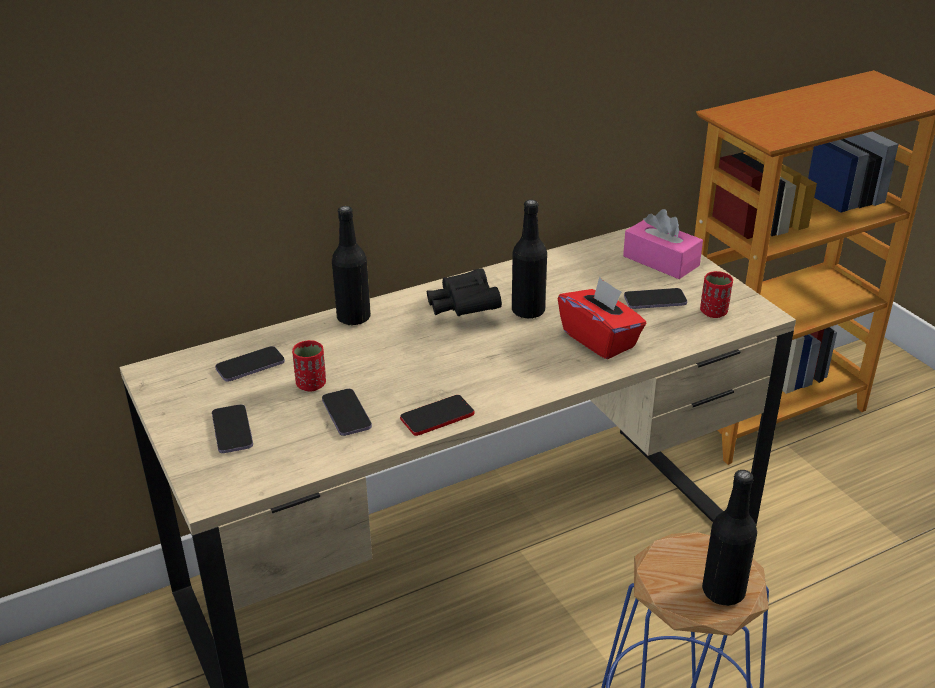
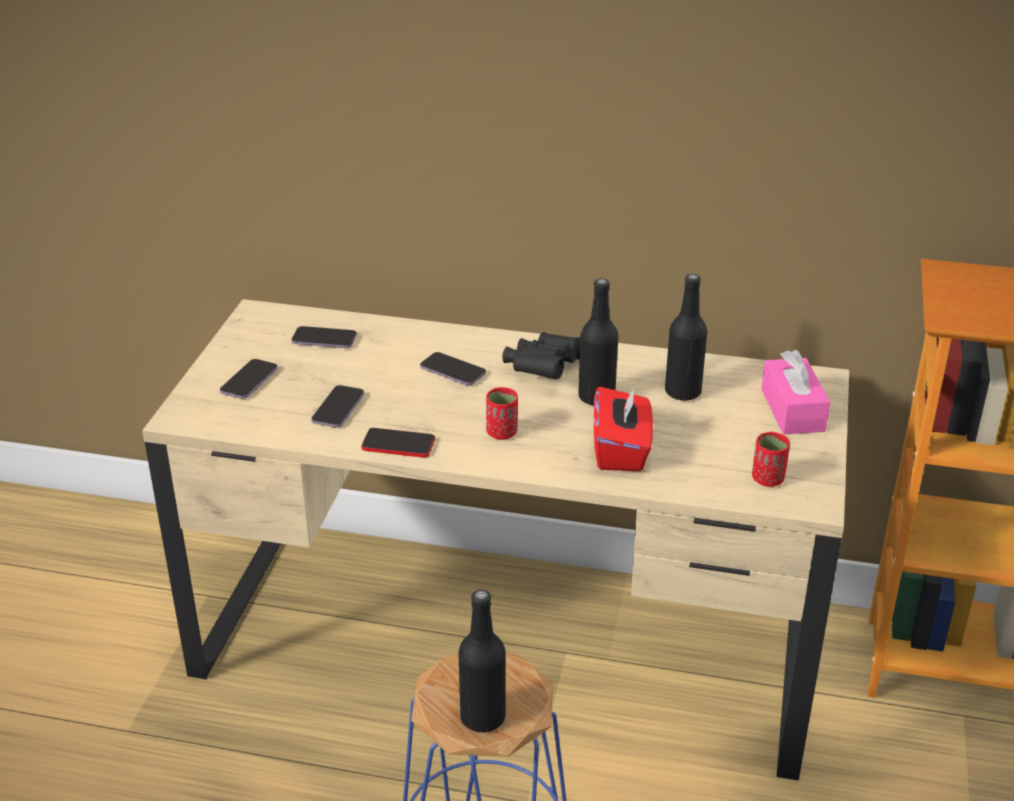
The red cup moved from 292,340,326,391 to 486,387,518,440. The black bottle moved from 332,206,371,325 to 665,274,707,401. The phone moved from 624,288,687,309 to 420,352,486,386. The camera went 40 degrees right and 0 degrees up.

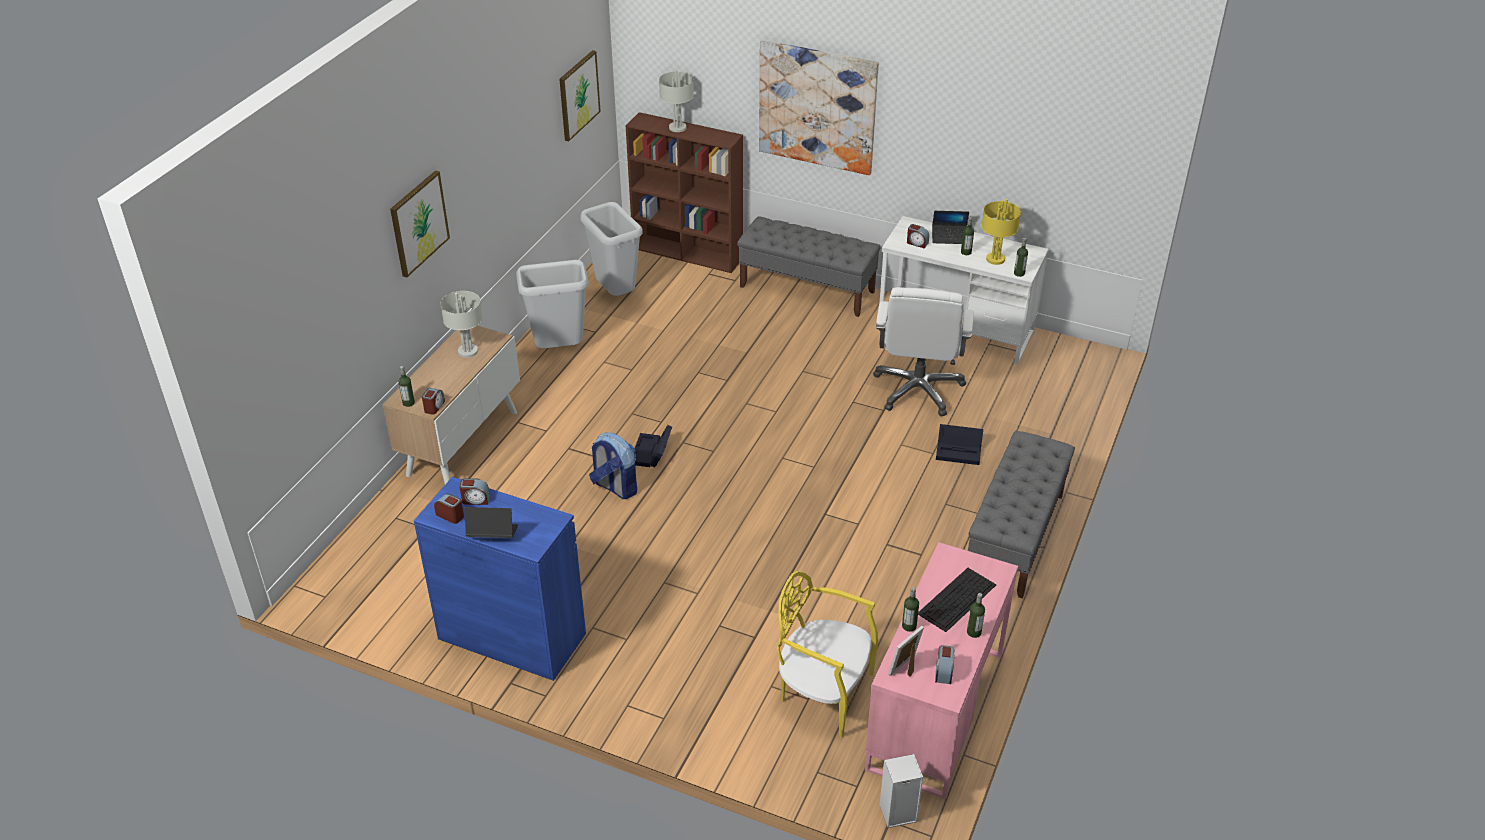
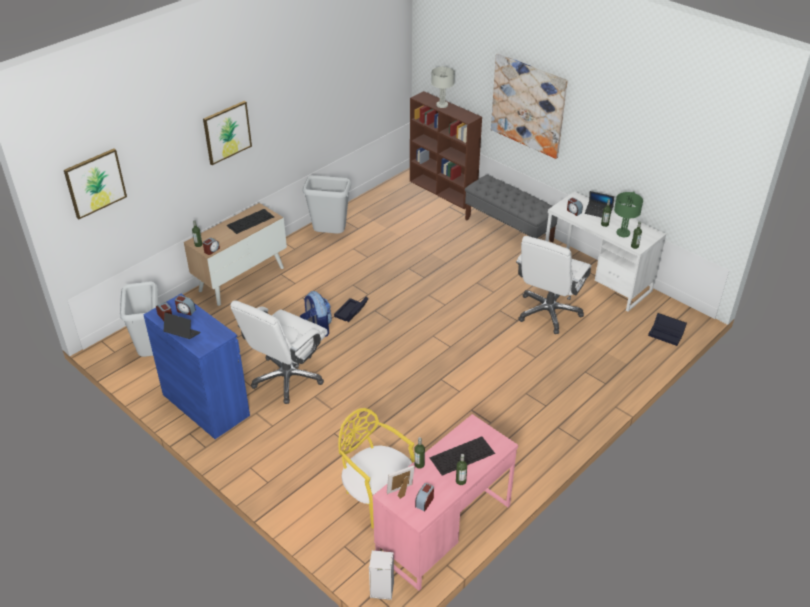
The grey table lamp at 440,291,483,358 was replaced by the keyboard at 226,209,274,234. The picture moved from 559,50,601,141 to 64,149,127,219. The grey trash can moved from 580,202,643,296 to 120,282,158,357. The black storage box moved from 936,424,983,465 to 648,313,687,346. The grey bench at 968,431,1075,598 disappeared. The yellow table lamp at 982,199,1021,265 became the green table lamp at 614,191,643,237. The white office chair at 230,300,328,404 appeared. The camera went 20 degrees right and 0 degrees up.

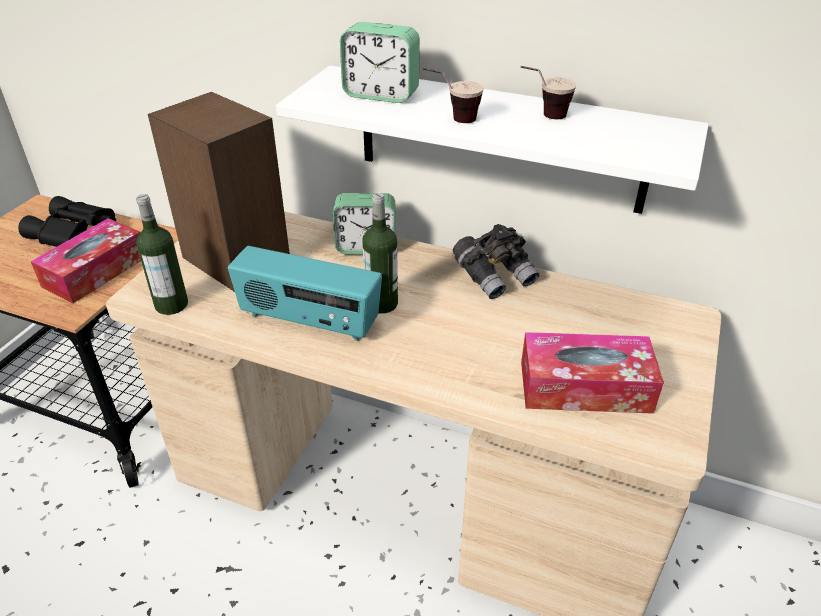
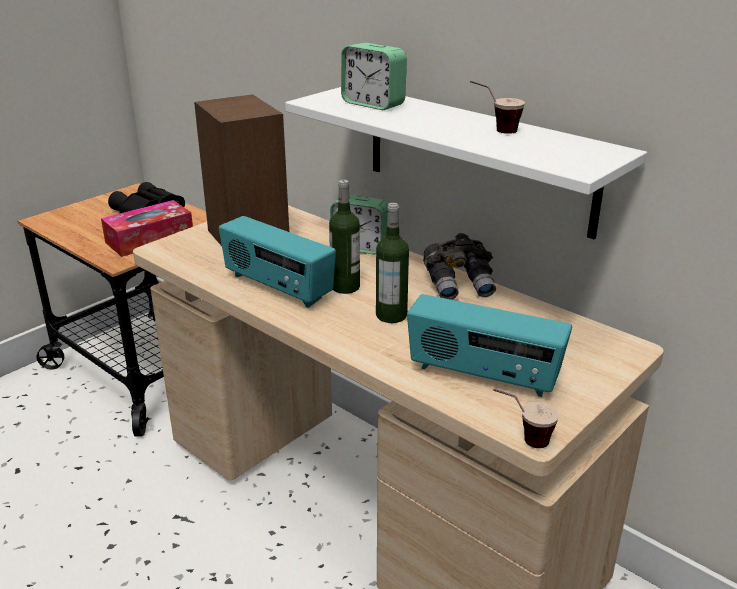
The bottle moved from 136,194,188,315 to 376,203,409,323. The cup moved from 422,68,484,123 to 493,389,559,448. The tissue box at 521,332,664,414 was replaced by the radio at 407,294,572,397. The camera went 20 degrees right and 10 degrees down.

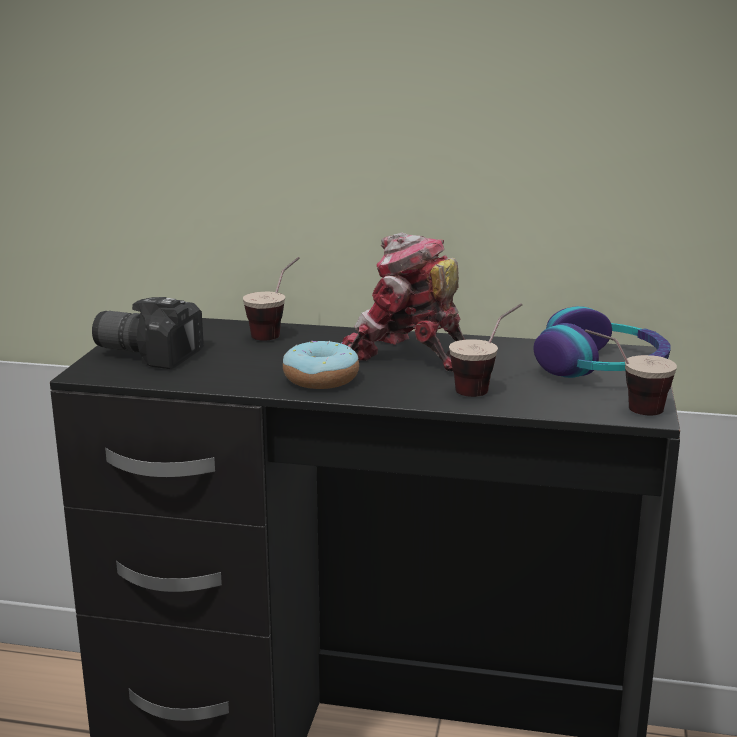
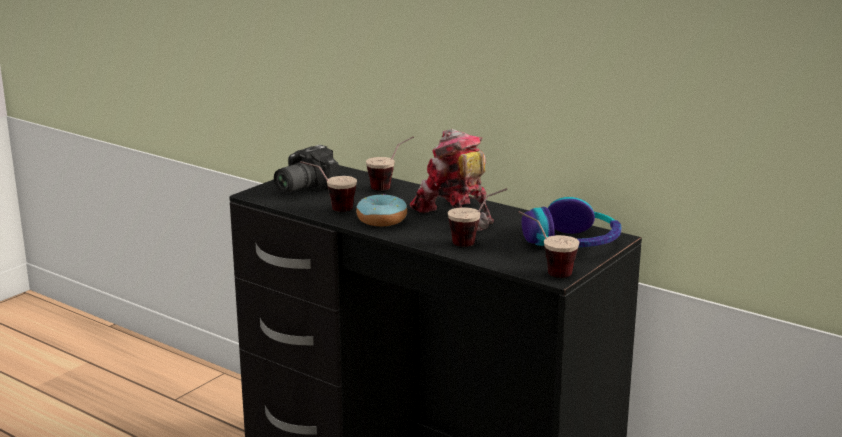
The photo camera at 92,297,204,369 turned 90 degrees counterclockwise. The cup at 300,161,357,212 appeared. The camera went 25 degrees right and 0 degrees up.

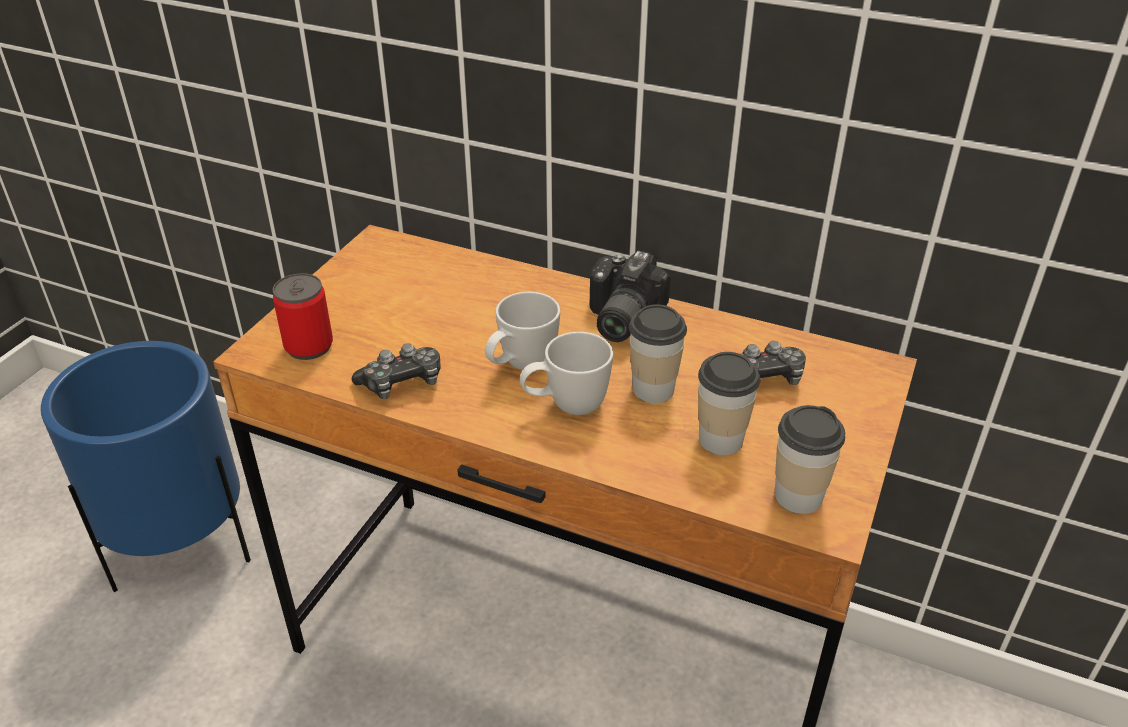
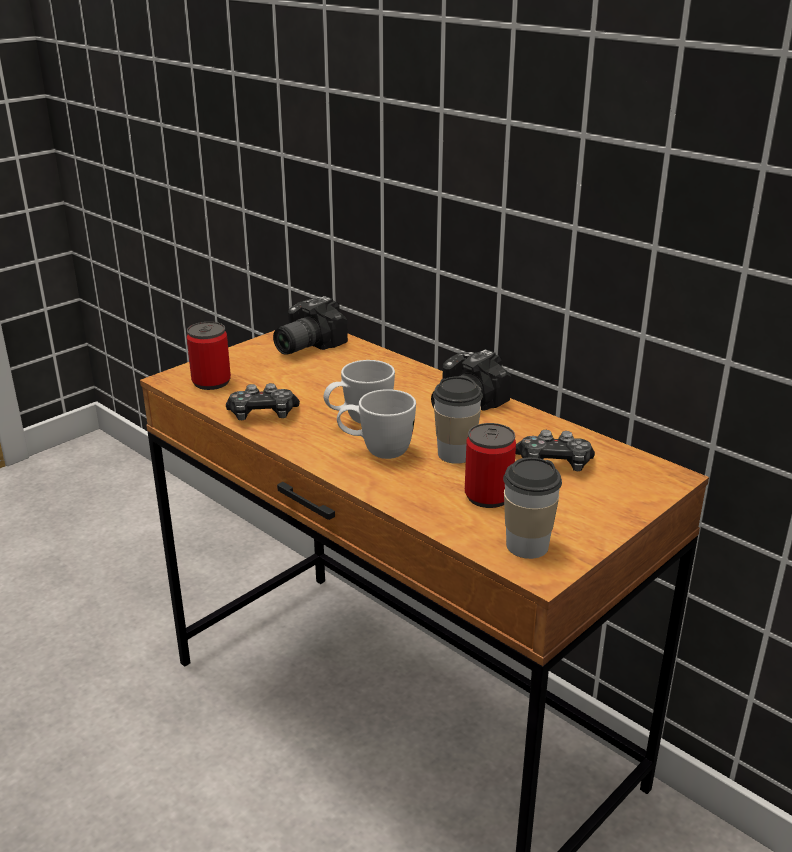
The blue planter at 41,341,251,592 disappeared. The cup at 698,352,760,455 was replaced by the can at 465,423,516,508. The photo camera at 273,296,348,354 appeared. The camera went 20 degrees right and 10 degrees down.

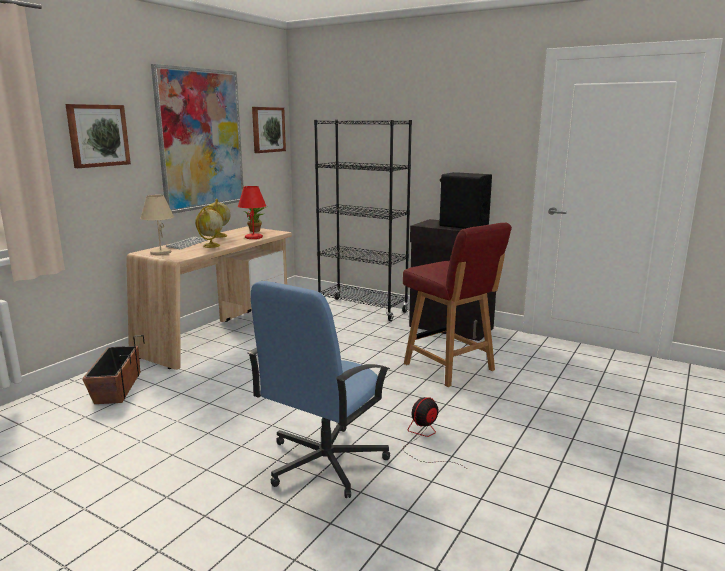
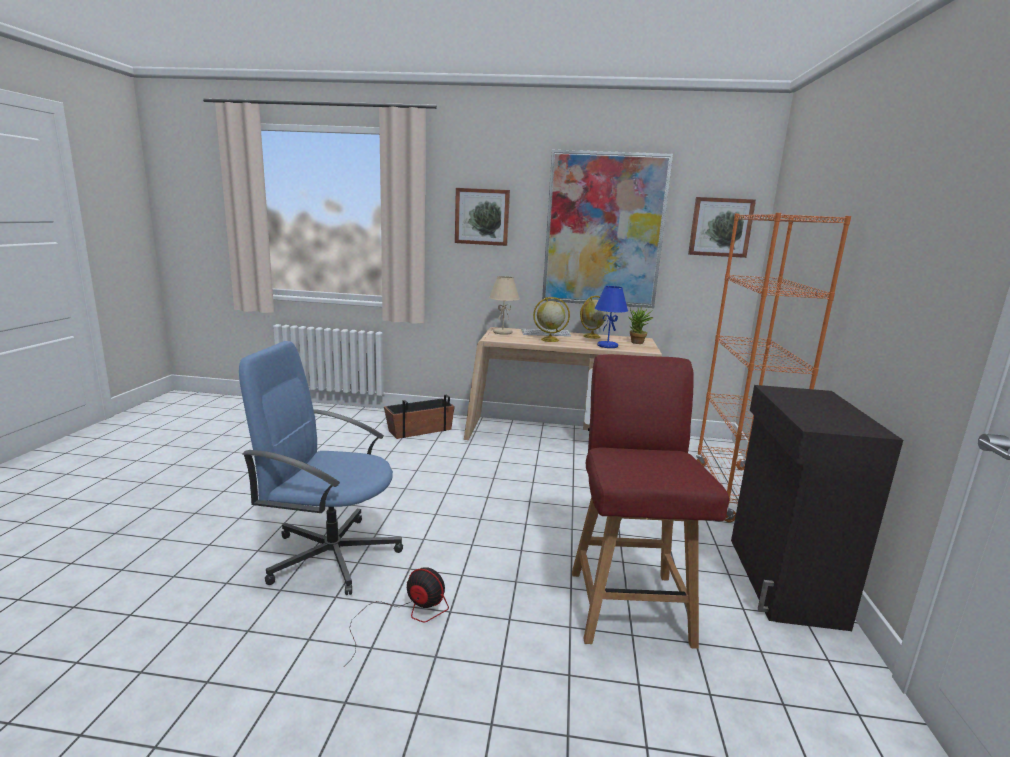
The red table lamp at 238,186,266,239 became the blue table lamp at 595,286,628,348. The black bookcase at 314,120,412,321 became the orange bookcase at 696,213,851,522. The red chair at 403,223,512,387 turned 150 degrees clockwise. The black speaker at 439,172,492,229 disappeared. The camera went 65 degrees right and 0 degrees up.

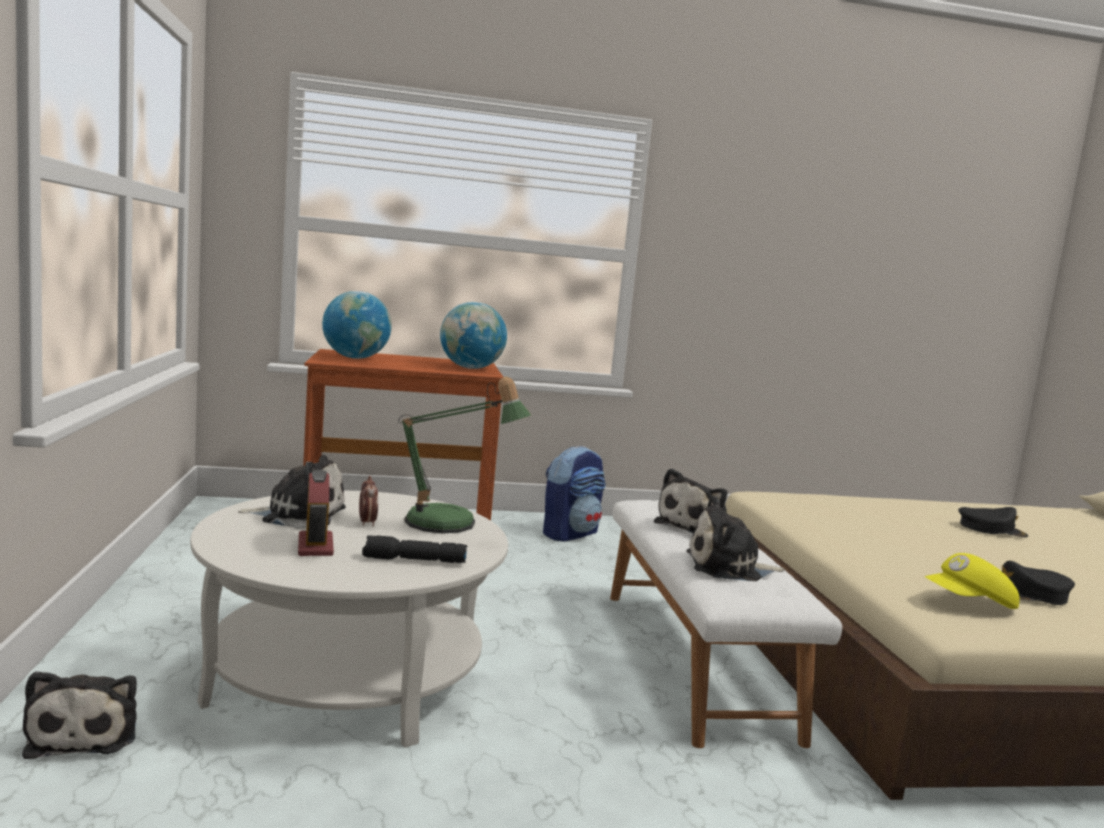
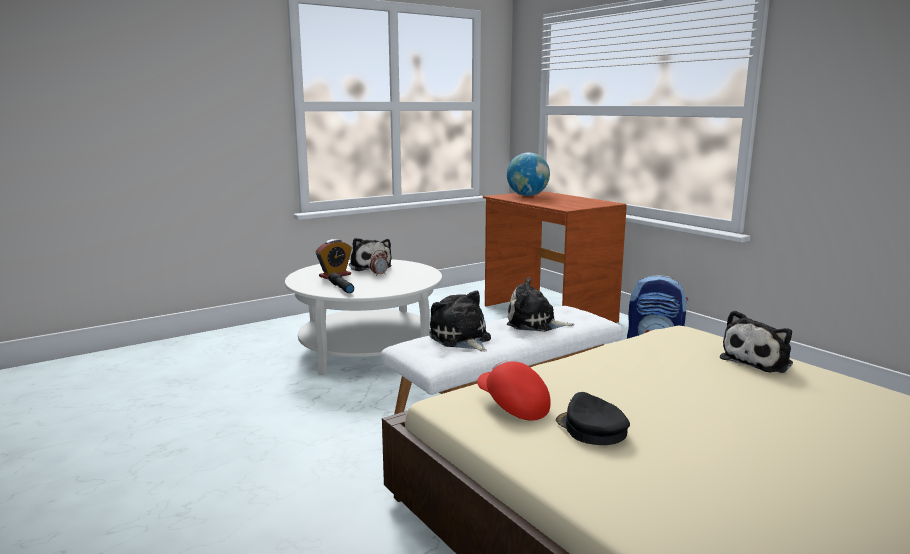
The plush toy moved from 22,671,137,759 to 720,310,793,373. The table lamp at 398,377,531,534 disappeared. The globe at 440,302,507,369 disappeared. The yellow cap at 925,553,1020,609 became the red cap at 477,361,551,421. The black cap at 958,507,1028,537 disappeared. The camera went 65 degrees right and 5 degrees up.

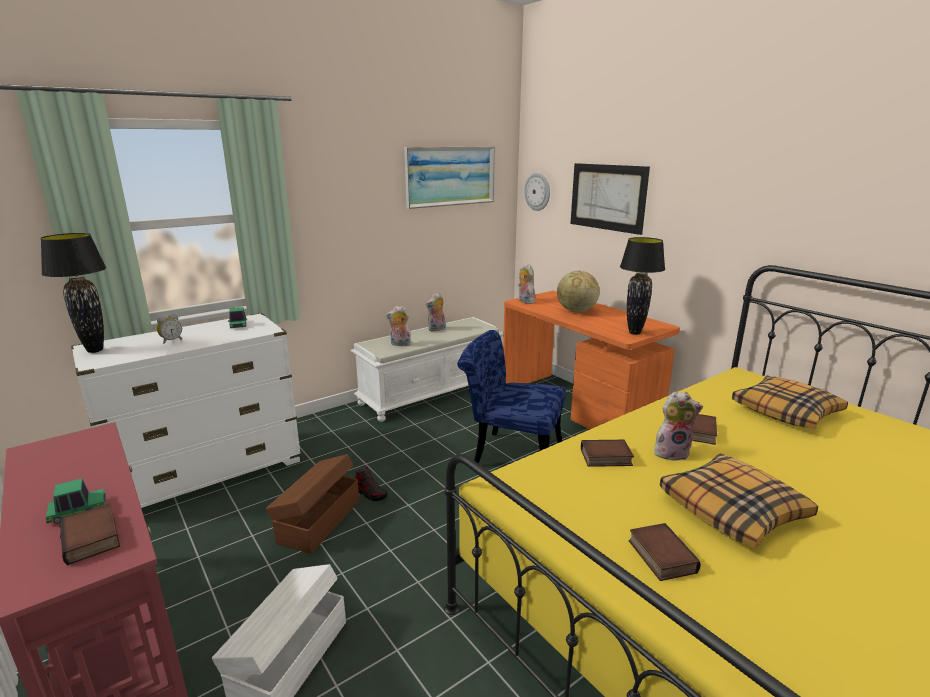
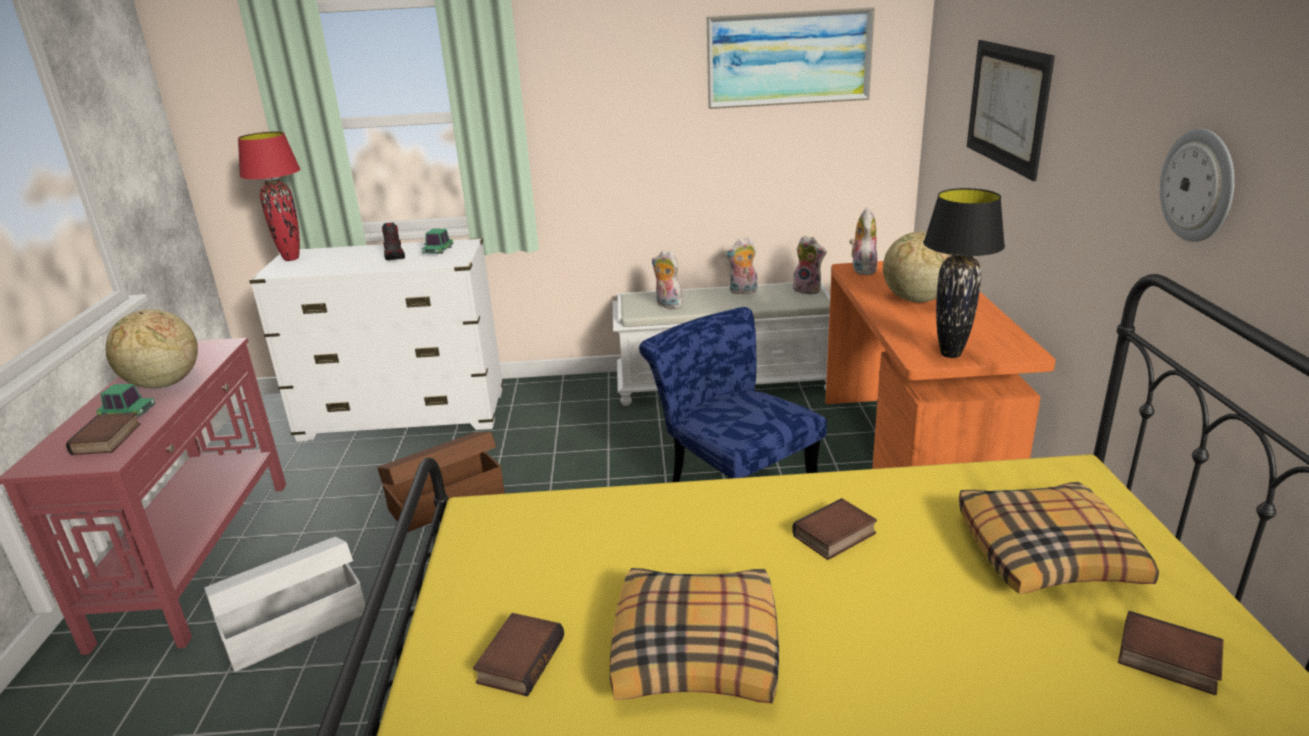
The black table lamp at 40,233,106,353 became the red table lamp at 238,132,300,261. The alarm clock at 157,314,182,344 disappeared. The shoe moved from 355,467,388,501 to 382,223,405,260. The wall clock moved from 524,173,550,211 to 1160,129,1235,242. The book moved from 581,440,634,467 to 1118,611,1224,695. The plush toy moved from 654,391,703,461 to 793,236,827,295. The globe at 106,309,198,388 appeared. The camera went 35 degrees right and 5 degrees up.

